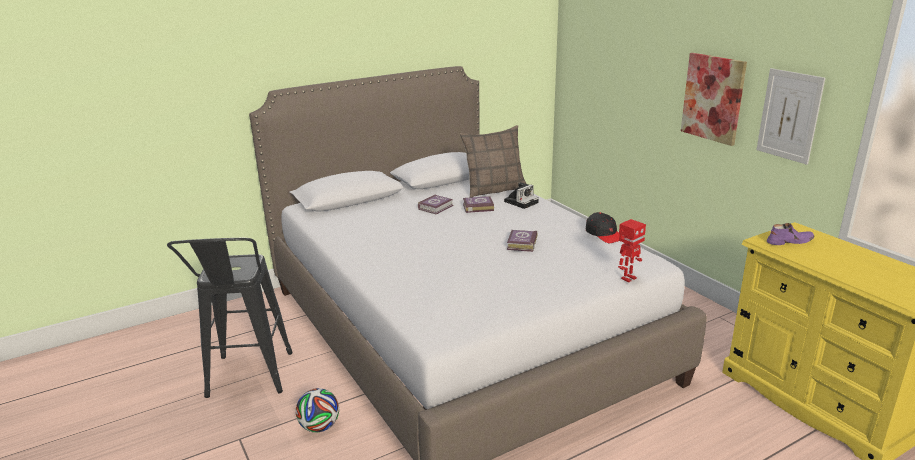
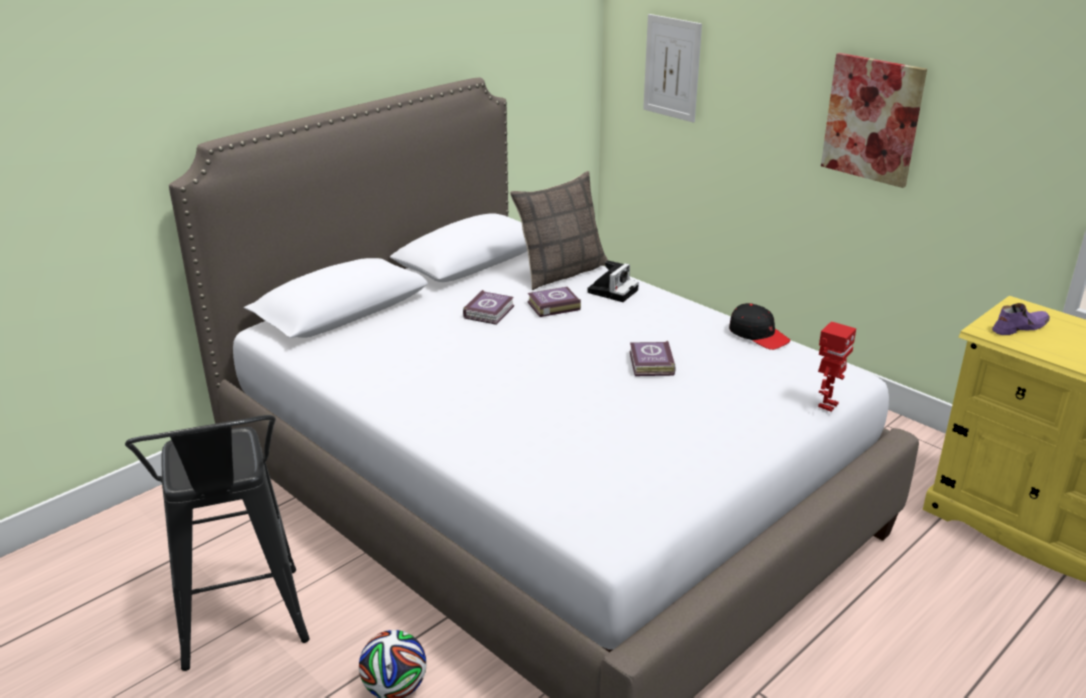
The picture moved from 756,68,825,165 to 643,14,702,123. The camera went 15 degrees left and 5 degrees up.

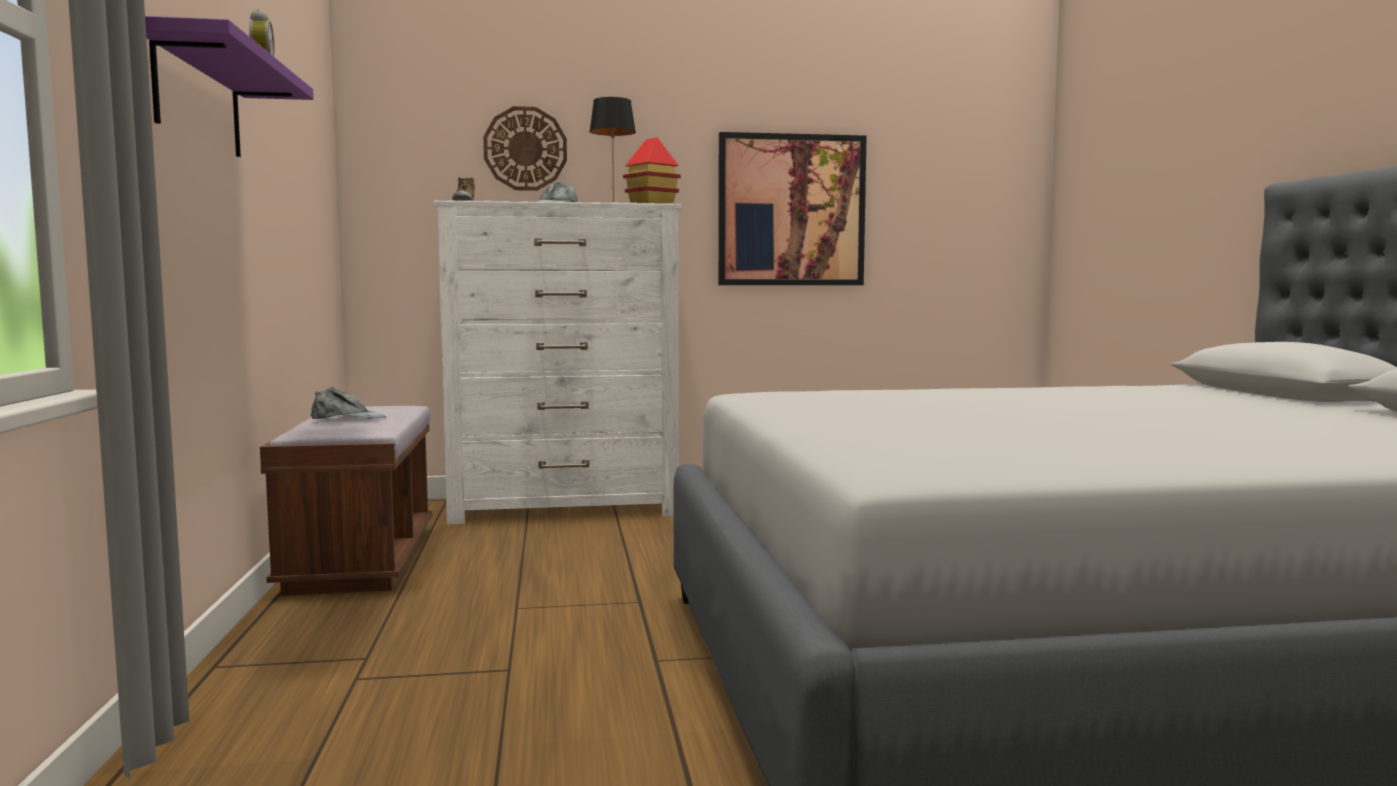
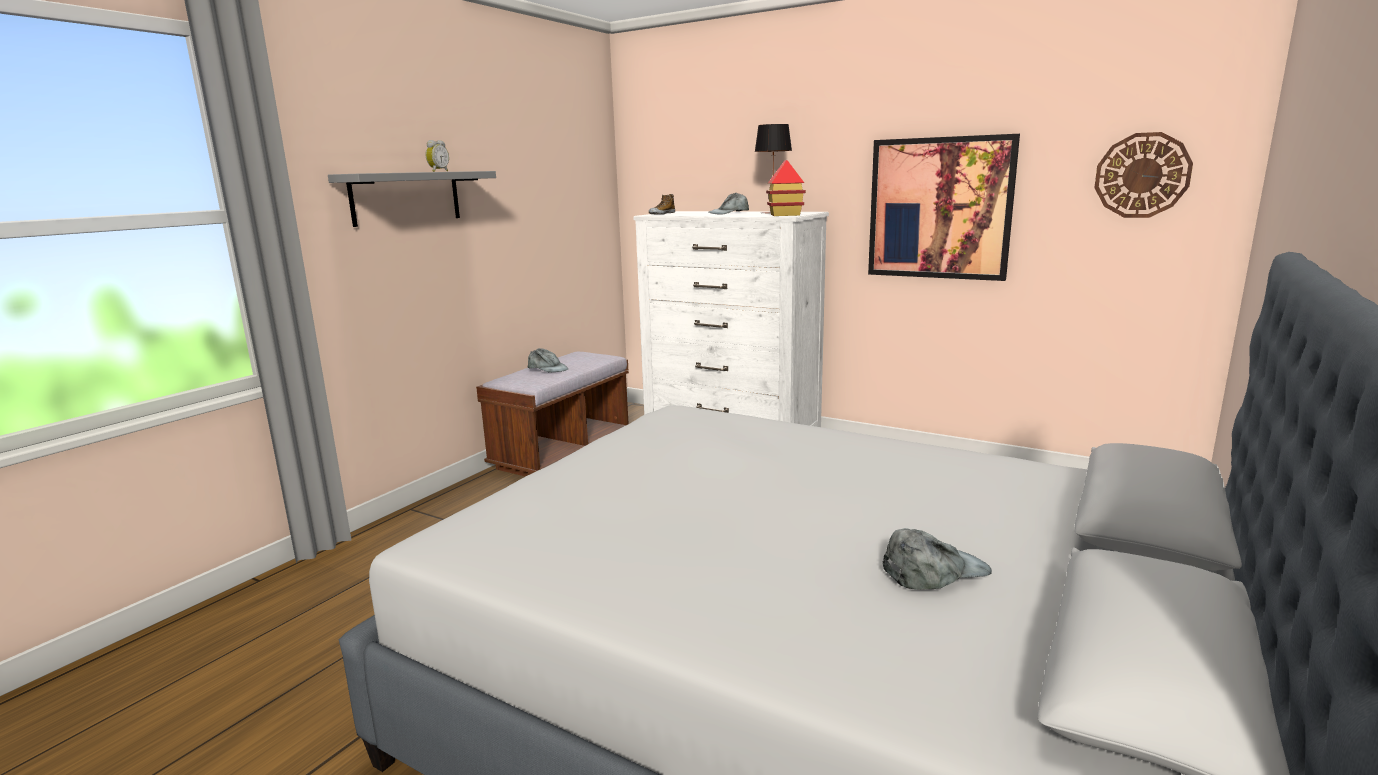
The purple shelf at 145,16,314,157 became the grey shelf at 328,171,496,227. The wall clock moved from 483,106,567,191 to 1094,132,1193,218. The grey cap at 882,528,992,590 appeared. The camera went 40 degrees right and 10 degrees up.

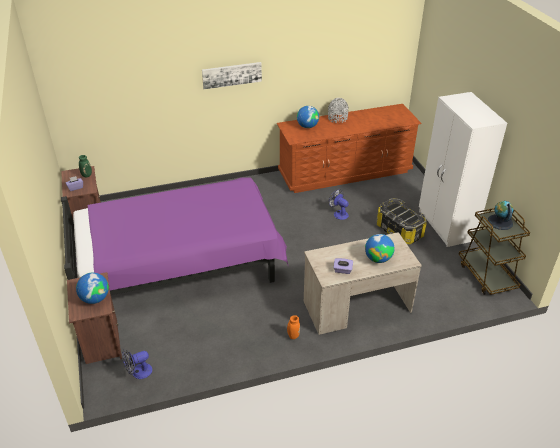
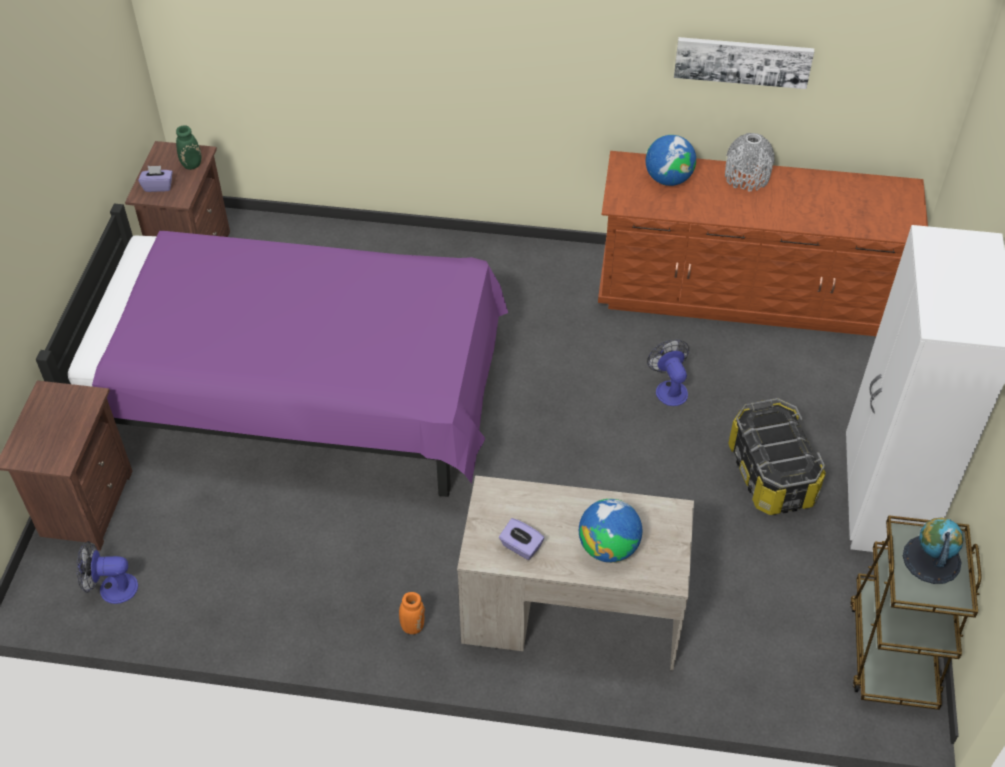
The globe at 76,273,109,304 disappeared. The picture moved from 202,62,262,89 to 674,37,814,89. The camera went 25 degrees right and 10 degrees up.

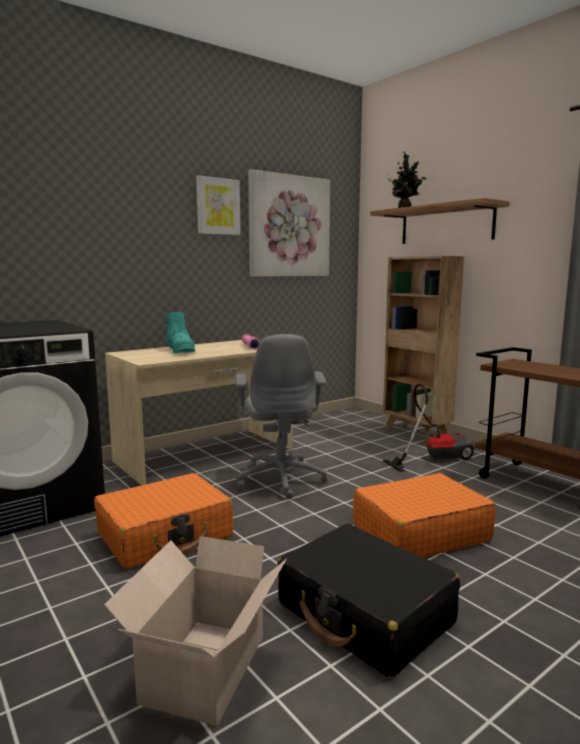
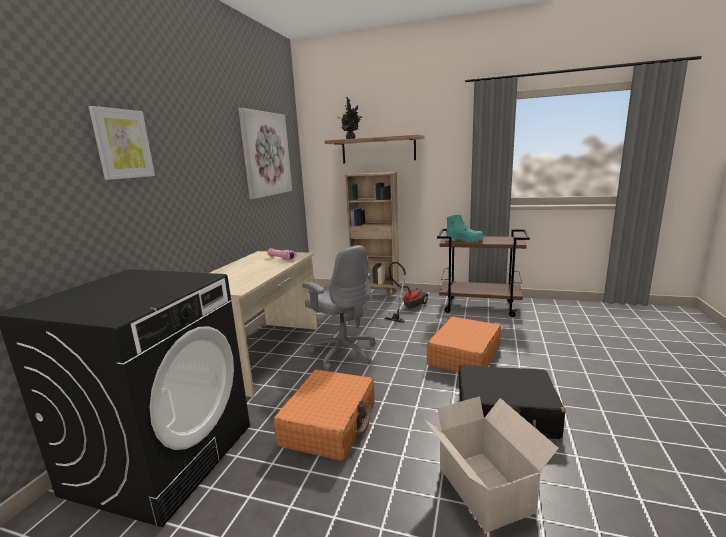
The turquoise boot moved from 165,312,195,353 to 446,215,484,242. The picture moved from 196,175,241,235 to 89,106,155,180. The camera went 35 degrees left and 5 degrees up.

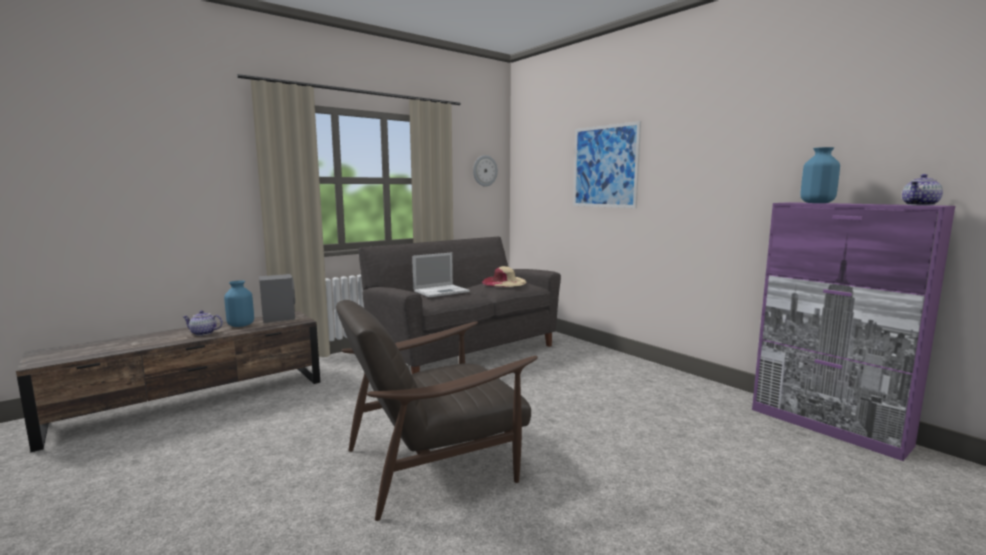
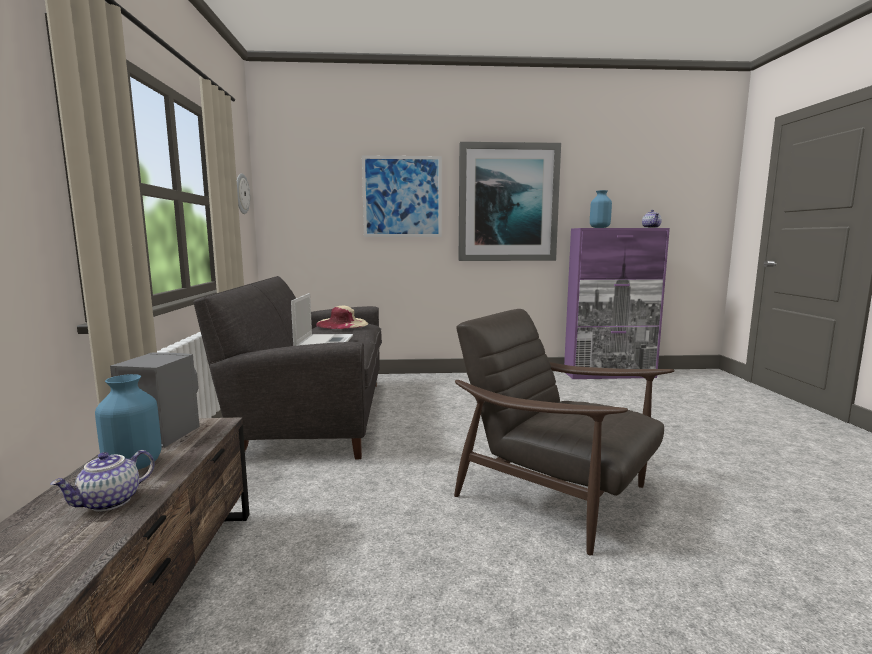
The brown armchair at 336,300,538,521 turned 120 degrees clockwise. The picture at 459,142,561,261 appeared. The camera went 55 degrees left and 0 degrees up.

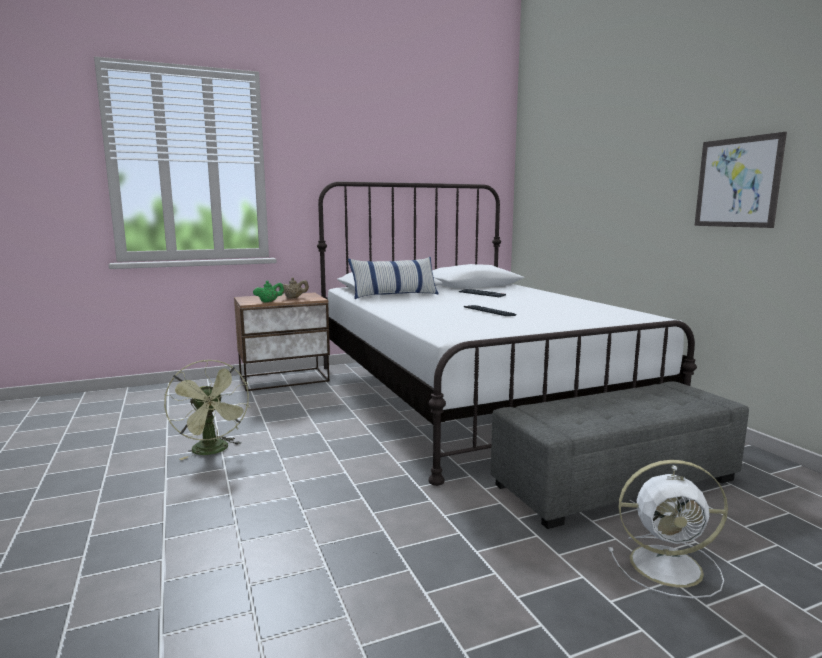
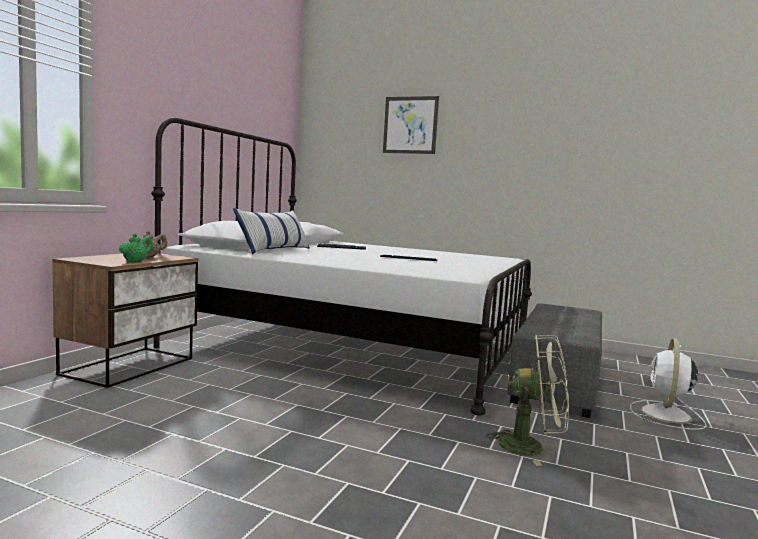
The green fan moved from 164,360,251,460 to 486,334,569,466. The white fan at 609,460,728,598 turned 150 degrees clockwise. The picture moved from 694,132,787,228 to 383,96,439,154. The camera went 45 degrees left and 5 degrees down.

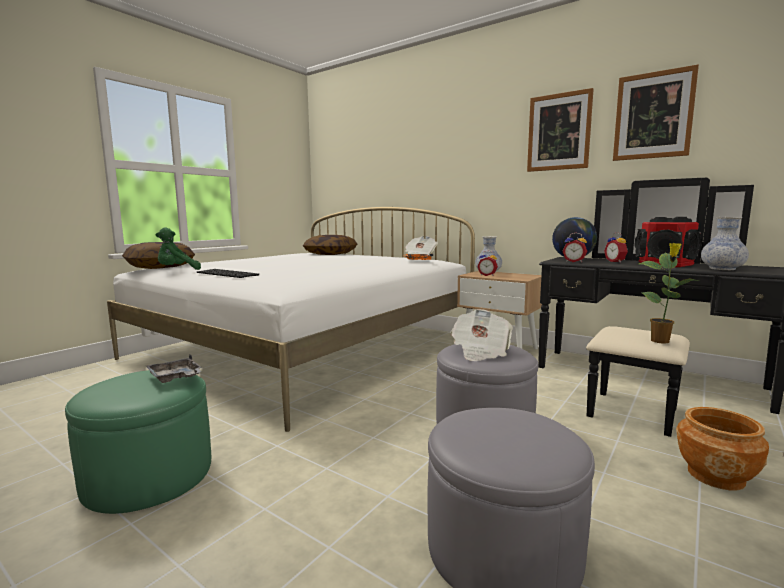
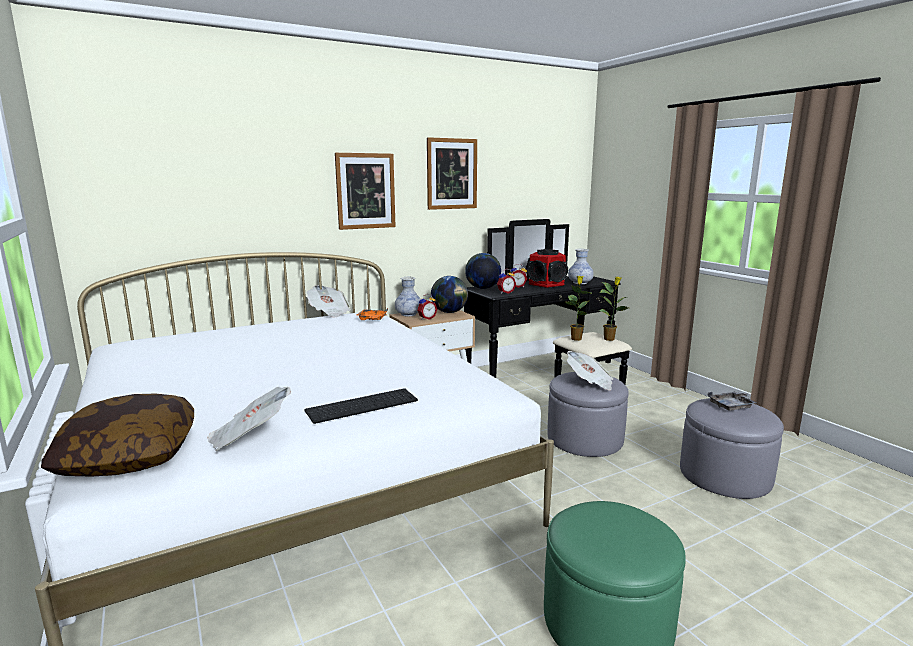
The grey tray moved from 146,354,202,383 to 707,392,757,411. The green plush toy at 156,228,201,270 was replaced by the newspaper at 207,387,291,451. The pillow at 303,235,357,255 disappeared. The picture moved from 613,64,699,161 to 335,153,396,230. The brown planter at 676,407,769,490 disappeared. The globe at 431,276,468,313 appeared. The potted plant at 566,276,592,341 appeared. The camera went 65 degrees left and 5 degrees up.

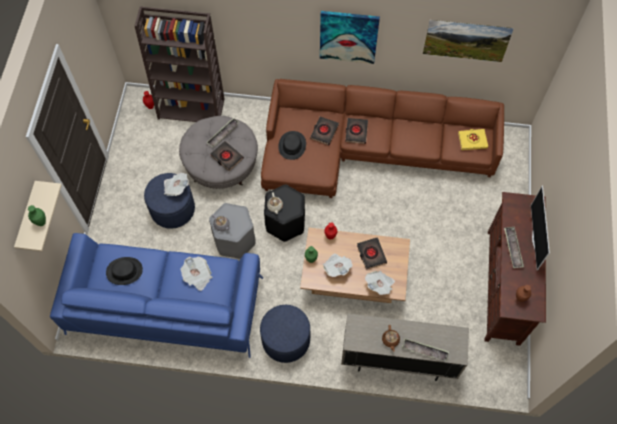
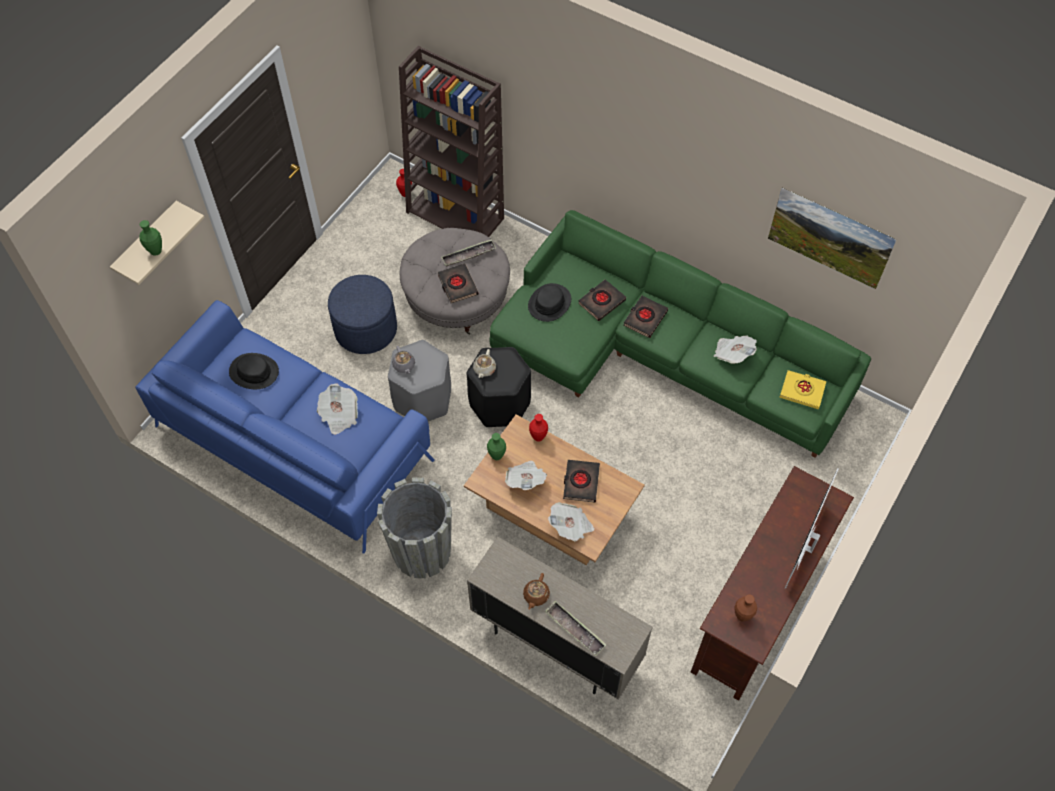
The newspaper moved from 164,172,189,196 to 714,335,757,363. The blue ottoman at 260,305,310,363 was replaced by the grey planter at 377,477,452,578. The brown sofa at 261,79,504,198 became the green sofa at 490,210,871,458. The picture at 320,11,380,64 disappeared. The tray at 504,227,524,268 disappeared. The camera went 25 degrees right and 5 degrees down.

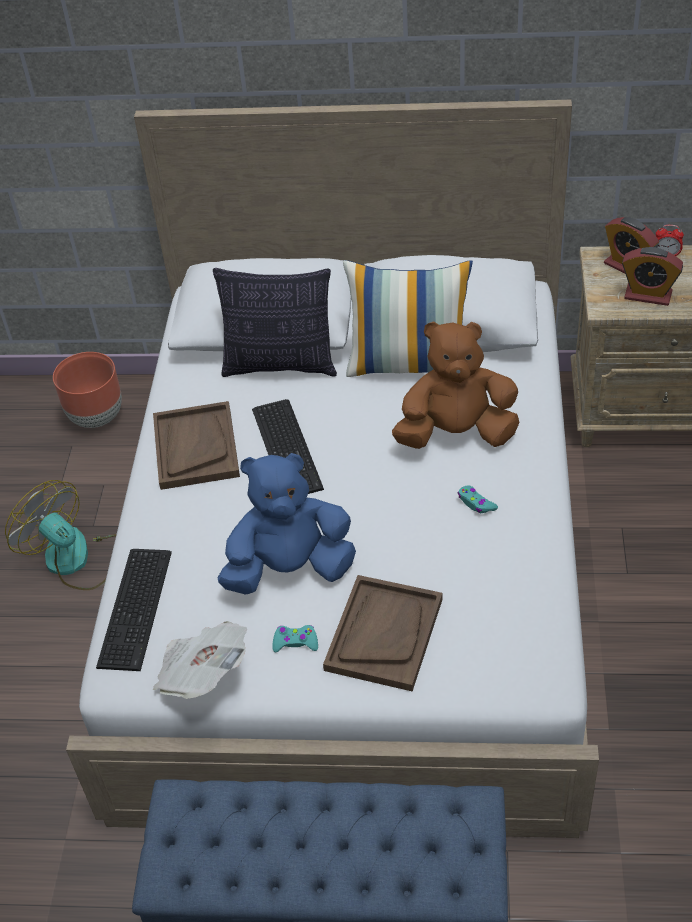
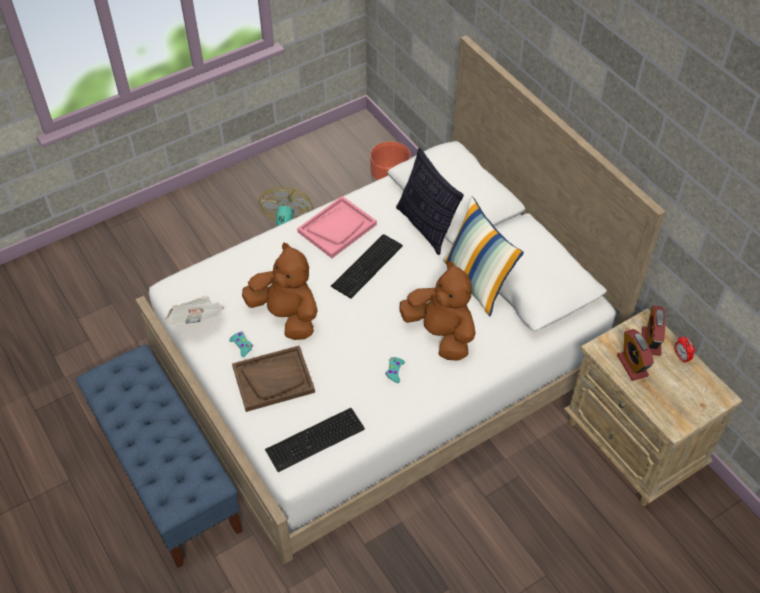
The keyboard moved from 96,549,172,671 to 265,408,365,472. The brown tray at 153,401,240,490 became the pink tray at 297,196,377,258. The blue plush toy at 218,453,356,595 became the brown plush toy at 242,242,318,340. The camera went 50 degrees right and 5 degrees up.

